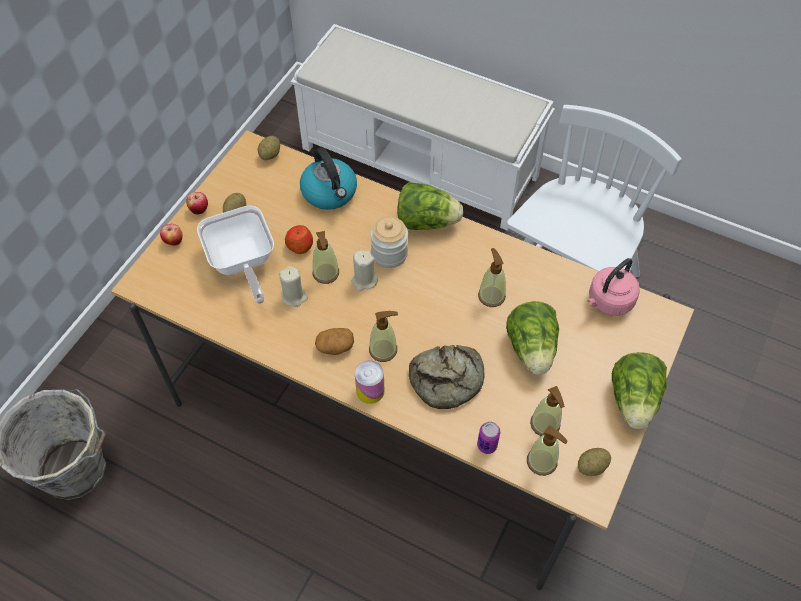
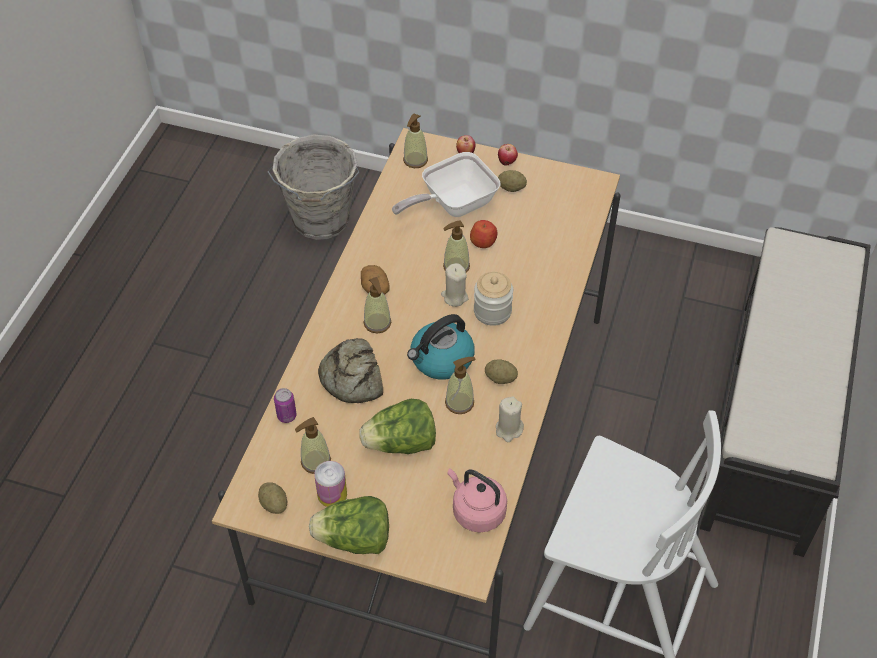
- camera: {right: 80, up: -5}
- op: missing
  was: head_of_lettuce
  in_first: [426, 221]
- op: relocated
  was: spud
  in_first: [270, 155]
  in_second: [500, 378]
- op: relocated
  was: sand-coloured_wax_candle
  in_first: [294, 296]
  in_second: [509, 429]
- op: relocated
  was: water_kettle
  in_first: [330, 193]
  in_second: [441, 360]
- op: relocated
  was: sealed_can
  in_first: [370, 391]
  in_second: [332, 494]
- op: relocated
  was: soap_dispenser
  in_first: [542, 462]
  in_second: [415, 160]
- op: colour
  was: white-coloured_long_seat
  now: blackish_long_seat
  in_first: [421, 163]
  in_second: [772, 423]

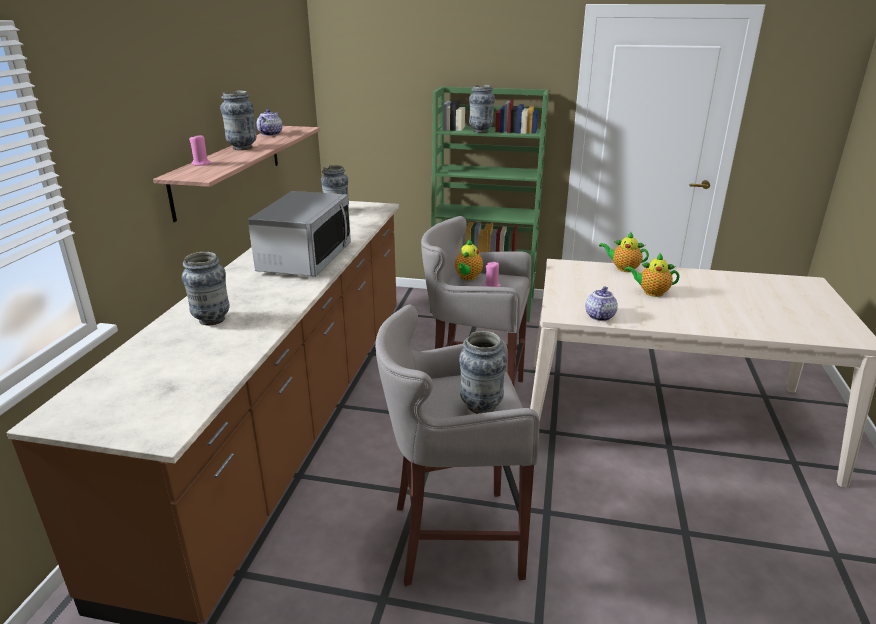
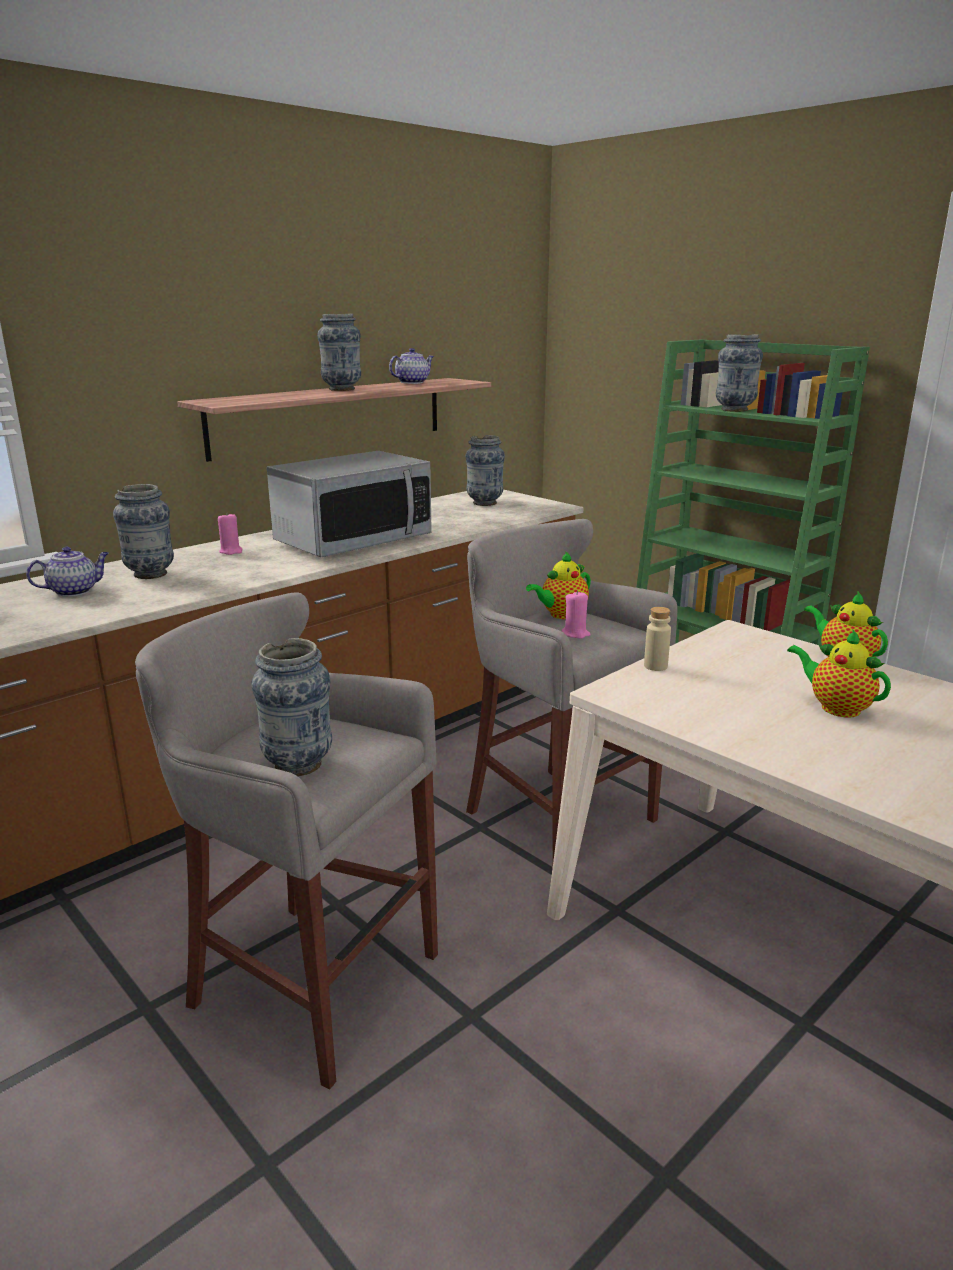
- camera: {right: 35, up: -5}
- op: appeared
  now: sand-coloured_drink_bottle
  in_second: [655, 666]
- op: relocated
  was: pinkish_wax_candle
  in_first: [201, 164]
  in_second: [231, 551]
- op: relocated
  was: pot_for_tea
  in_first: [599, 316]
  in_second: [74, 591]

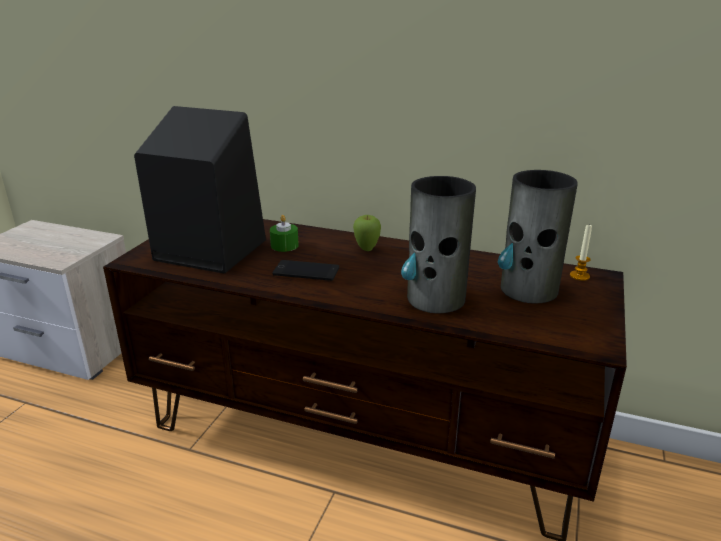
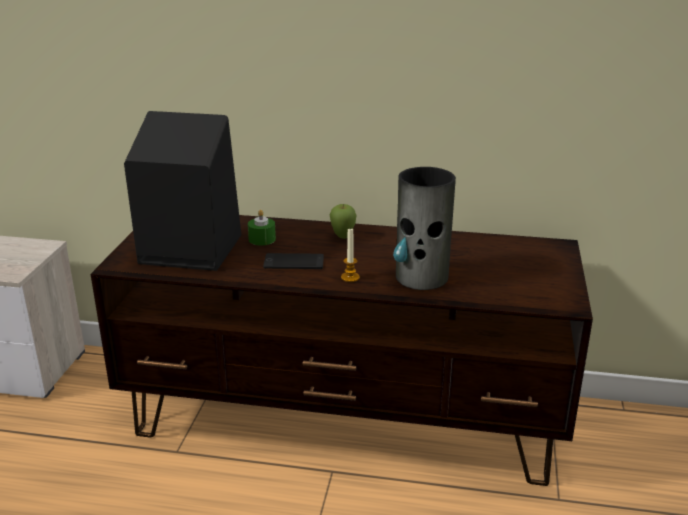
- camera: {right: -10, up: 0}
- op: missing
  was: decorative_vase
  in_first: [529, 289]
- op: relocated
  was: wax_candle
  in_first: [579, 276]
  in_second: [350, 277]

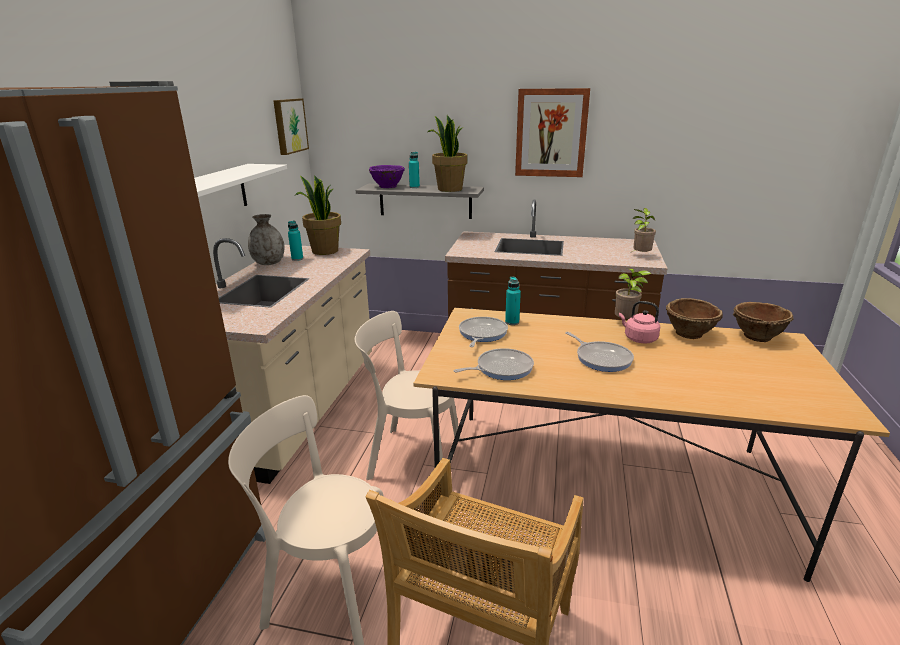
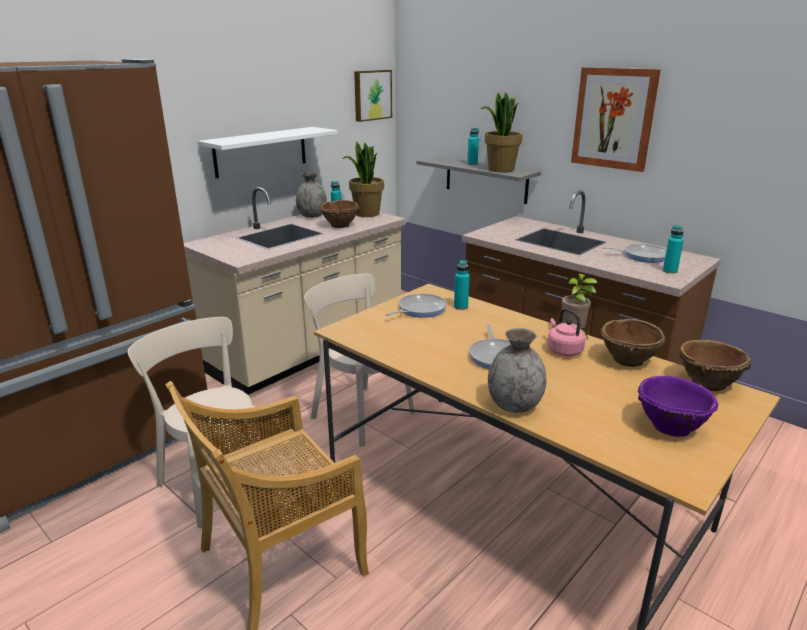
- camera: {right: 30, up: 0}
- op: appeared
  now: brown_deep_dish
  in_second: [340, 226]
- op: appeared
  now: grey_decorative_vase
  in_second: [514, 405]
- op: relocated
  was: purplish_deep_dish
  in_first: [387, 187]
  in_second: [669, 426]
- op: relocated
  was: frying_pan
  in_first: [501, 368]
  in_second: [642, 256]
- op: exchanged
  was: plant_in_a_pot
  now: turquoise-coloured_drink_bottle
  in_first: [640, 256]
  in_second: [669, 271]

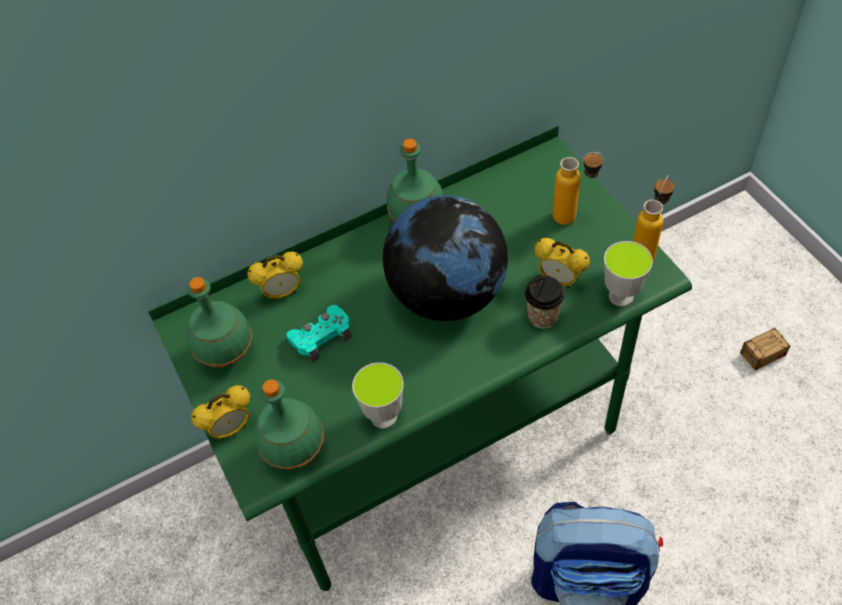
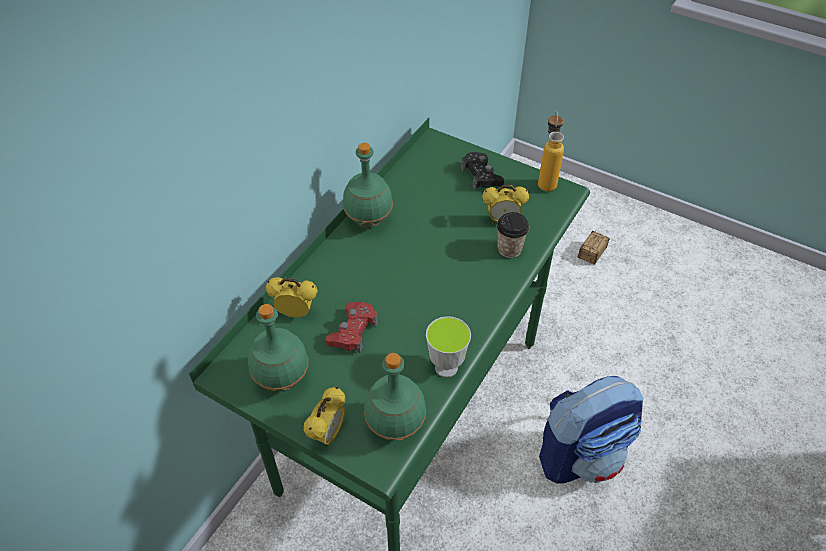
- camera: {right: -35, up: -5}
- op: missing
  was: globe
  in_first: [447, 294]
- op: missing
  was: cup
  in_first: [621, 296]
- op: exchanged
  was: drink_bottle
  now: blackish_joypad
  in_first: [574, 217]
  in_second: [481, 176]
- op: colour
  was: turquoise-coloured_joypad
  now: red_joypad
  in_first: [321, 336]
  in_second: [353, 331]
- op: spun
  was: bedside_clock
  in_first: [282, 293]
  in_second: [296, 313]
  clockwise: -120

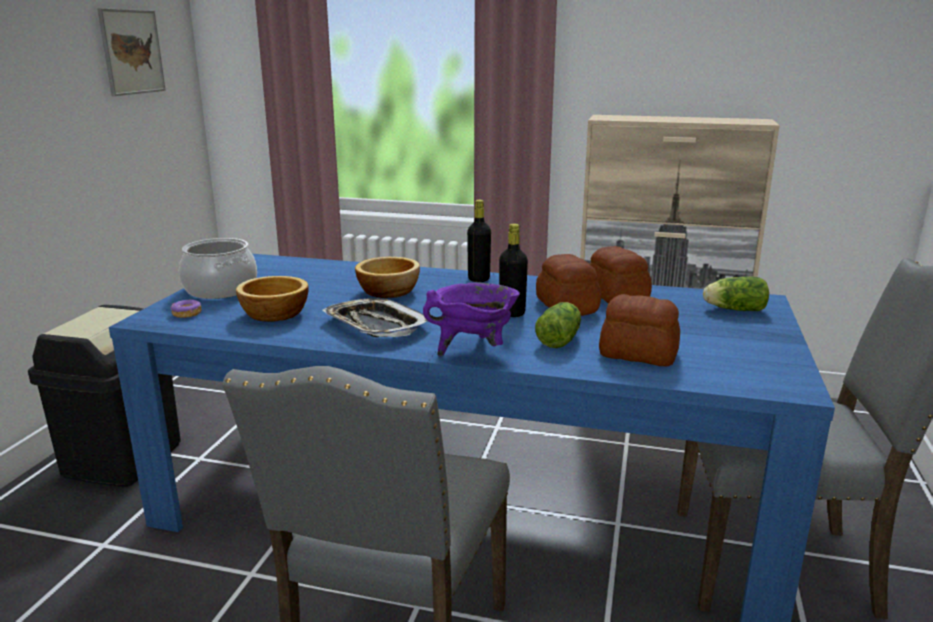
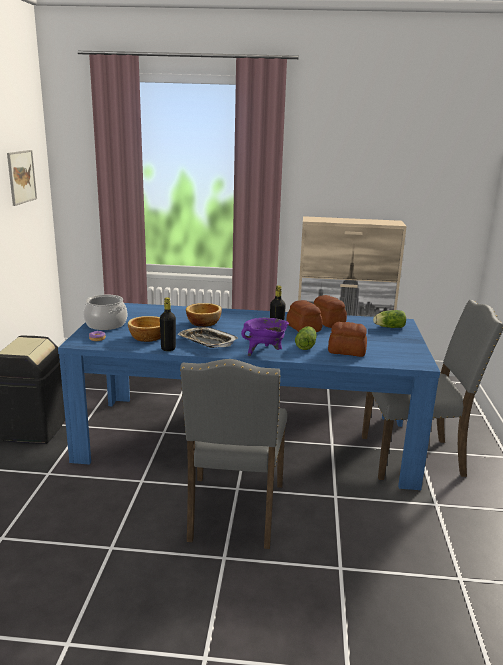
- camera: {right: -10, up: 0}
- op: relocated
  was: blackish_drink_bottle
  in_first: [478, 279]
  in_second: [168, 348]

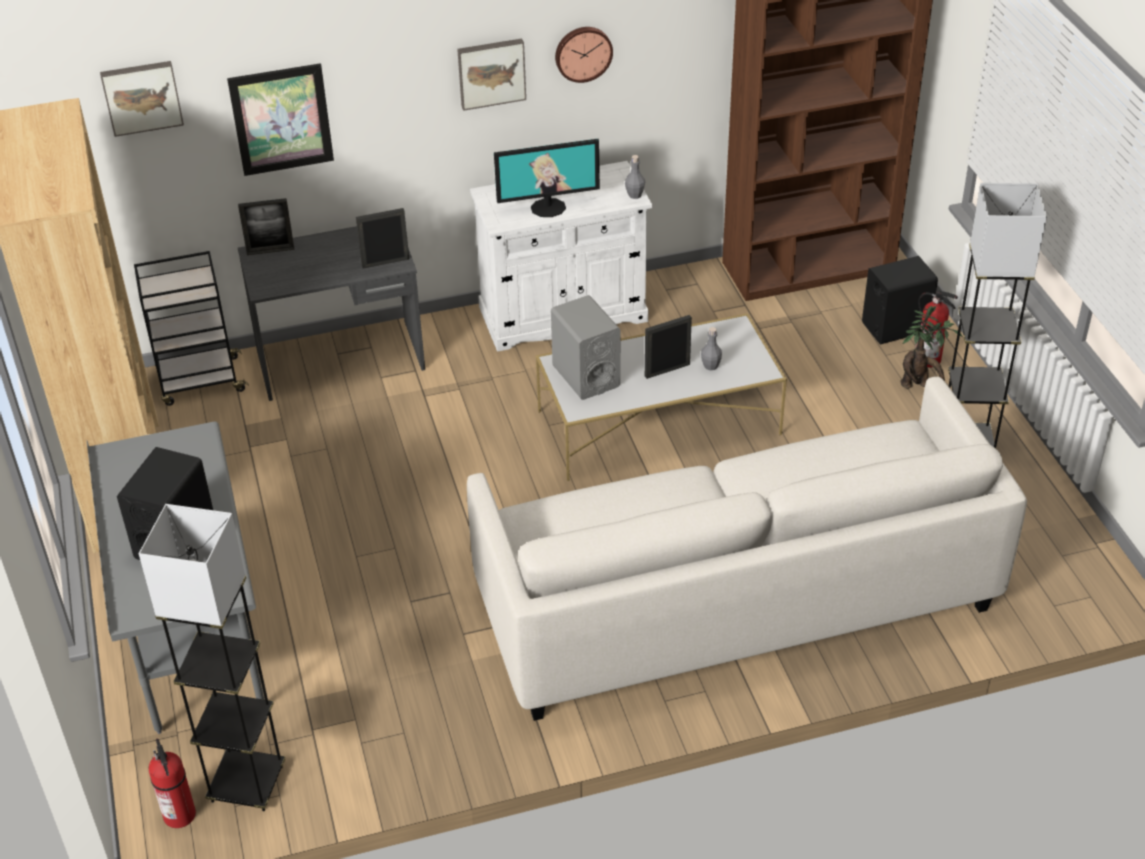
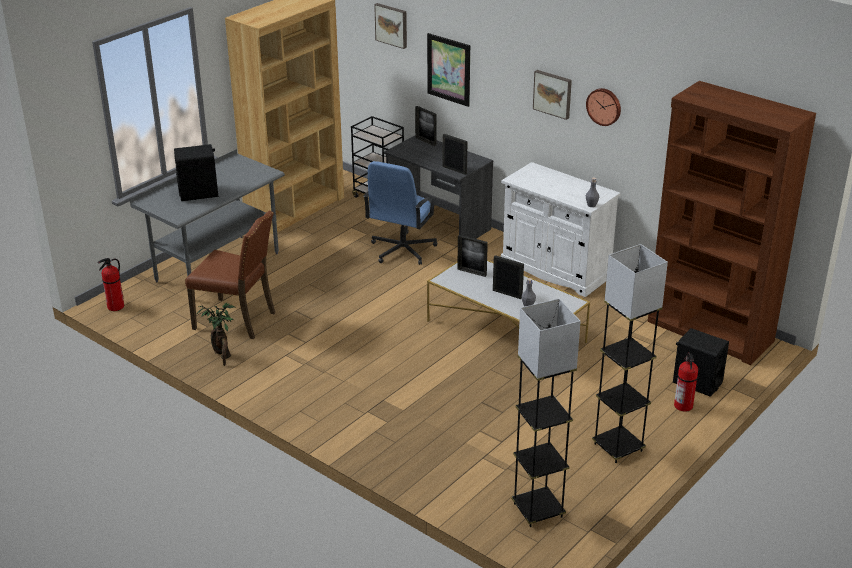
- camera: {right: 55, up: -10}
- op: missing
  was: white-coloured_settee
  in_first: [736, 599]
- op: missing
  was: computer_display
  in_first: [548, 207]
- op: appeared
  now: brown_upright_chair
  in_second: [237, 320]
- op: appeared
  now: blue_desk_chair
  in_second: [402, 250]
- op: relocated
  was: grey_floor_lamp
  in_first: [247, 784]
  in_second: [538, 510]
- op: relocated
  was: plant_in_a_pot
  in_first: [919, 385]
  in_second: [222, 356]
- op: exchanged
  was: grey_audio_speaker
  now: picture_frame
  in_first: [585, 376]
  in_second: [472, 272]

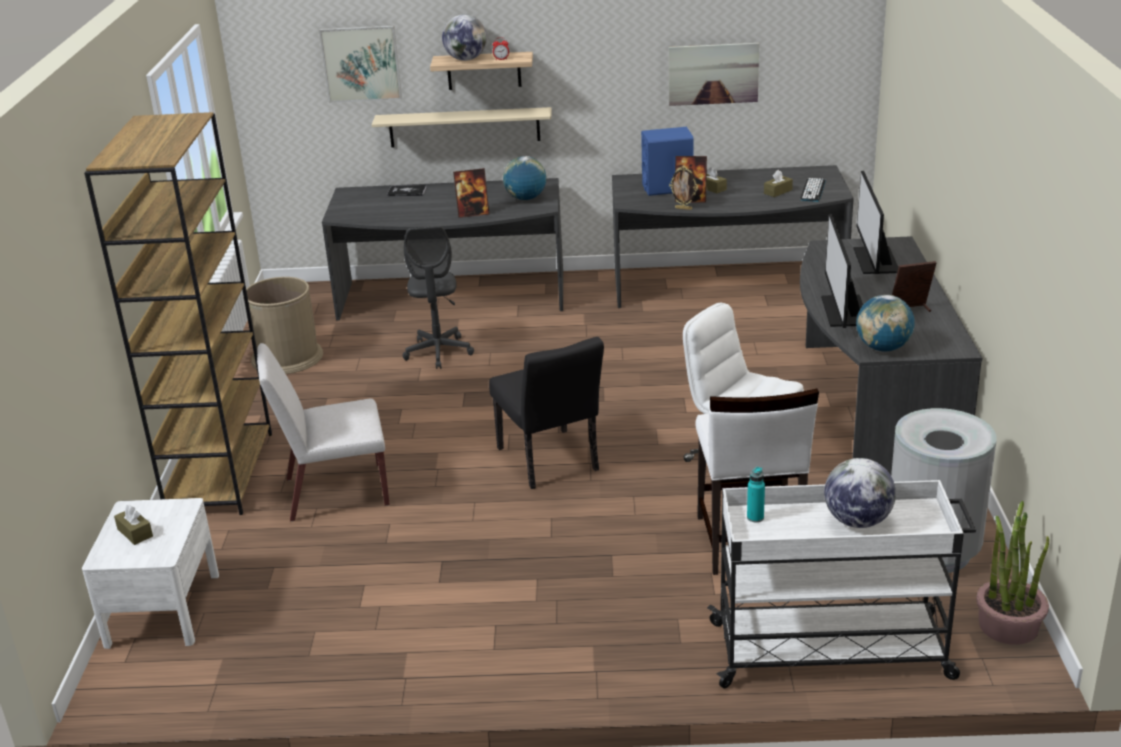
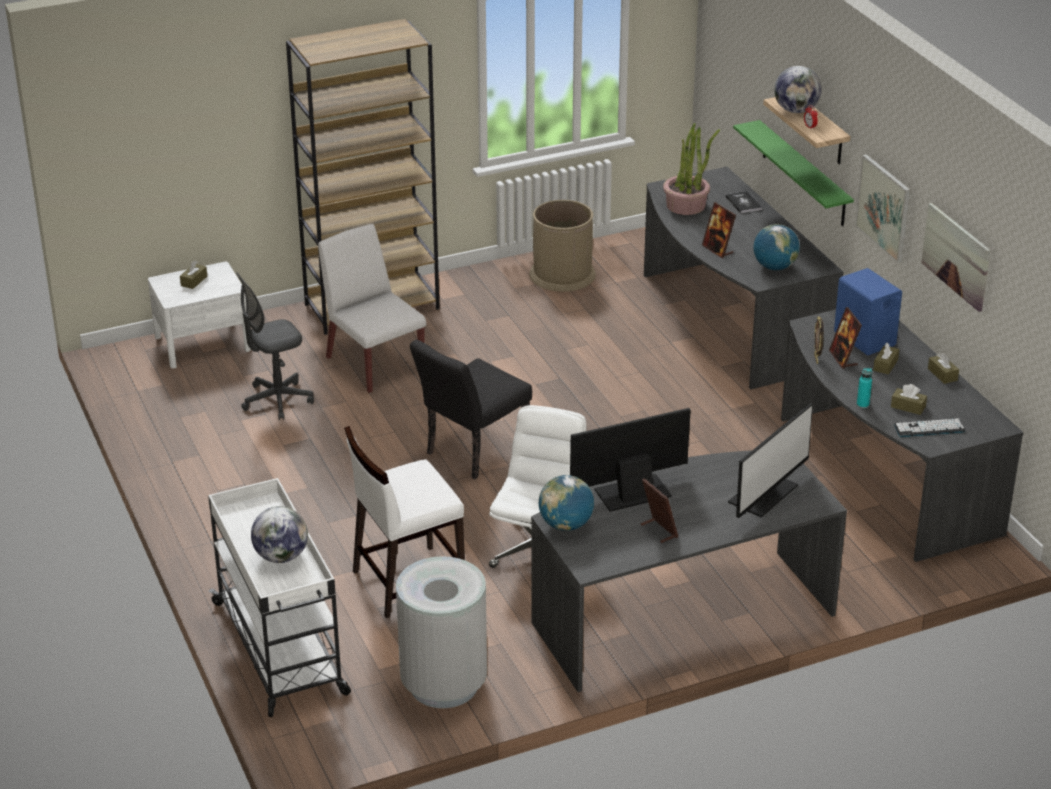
- camera: {right: 65, up: 5}
- op: appeared
  now: brown_tissue_holder
  in_second: [942, 374]
- op: relocated
  was: wall_picture
  in_first: [361, 63]
  in_second: [884, 207]
- op: relocated
  was: grey_desk_chair
  in_first: [438, 352]
  in_second: [277, 400]
- op: relocated
  was: turquoise-coloured_drink_bottle
  in_first: [755, 517]
  in_second: [862, 404]
- op: relocated
  was: plant_in_a_pot
  in_first: [1008, 625]
  in_second: [686, 205]
- op: colour
  was: sand-coloured_bracket_shelf
  now: greenish_bracket_shelf
  in_first: [464, 127]
  in_second: [803, 174]
- op: spun
  was: computer_display
  in_first: [874, 260]
  in_second: [764, 494]
  clockwise: 150

